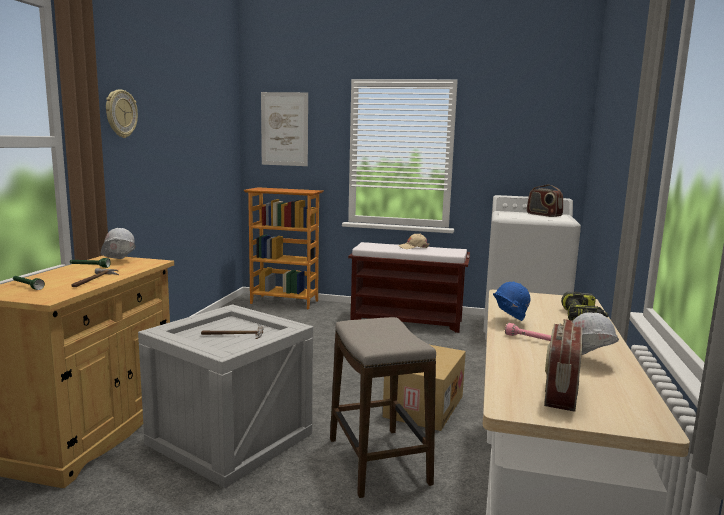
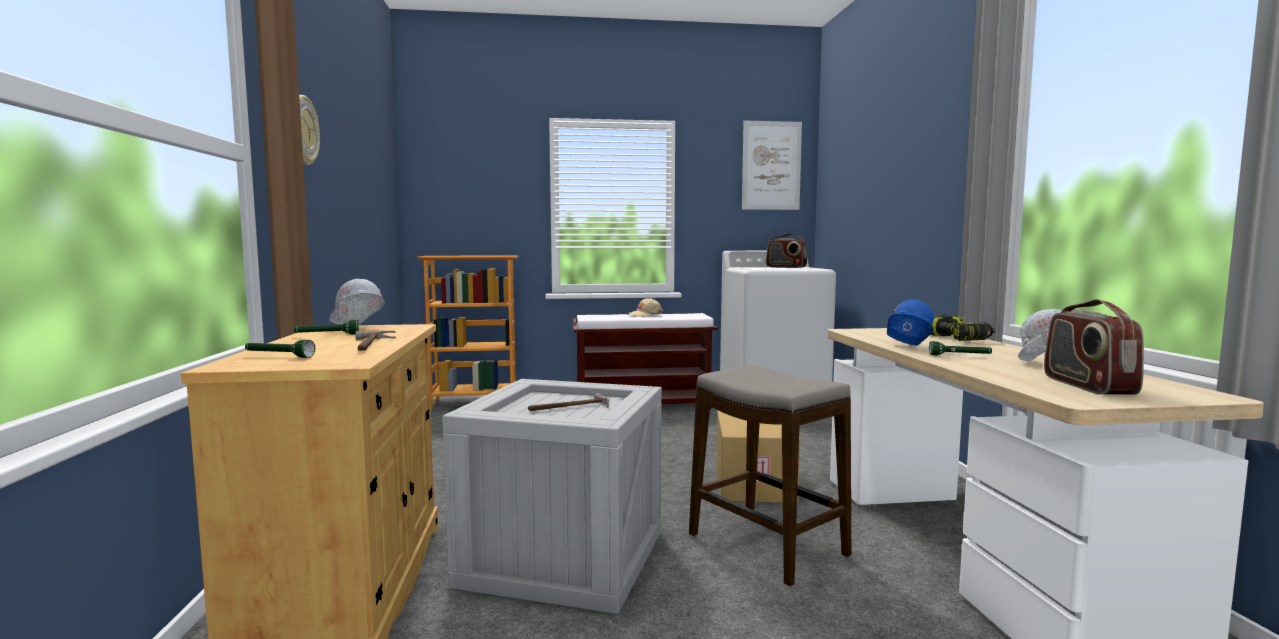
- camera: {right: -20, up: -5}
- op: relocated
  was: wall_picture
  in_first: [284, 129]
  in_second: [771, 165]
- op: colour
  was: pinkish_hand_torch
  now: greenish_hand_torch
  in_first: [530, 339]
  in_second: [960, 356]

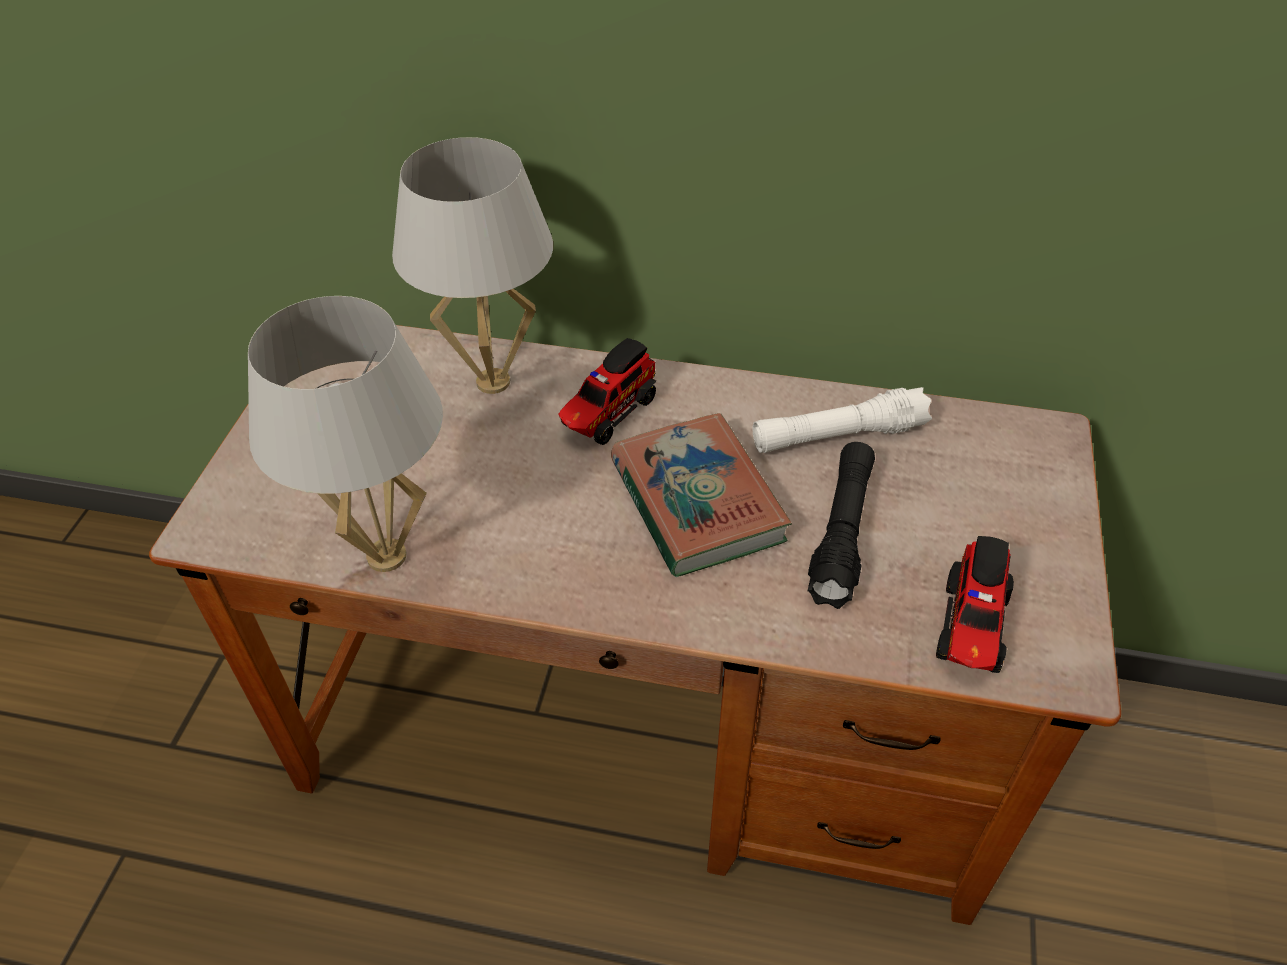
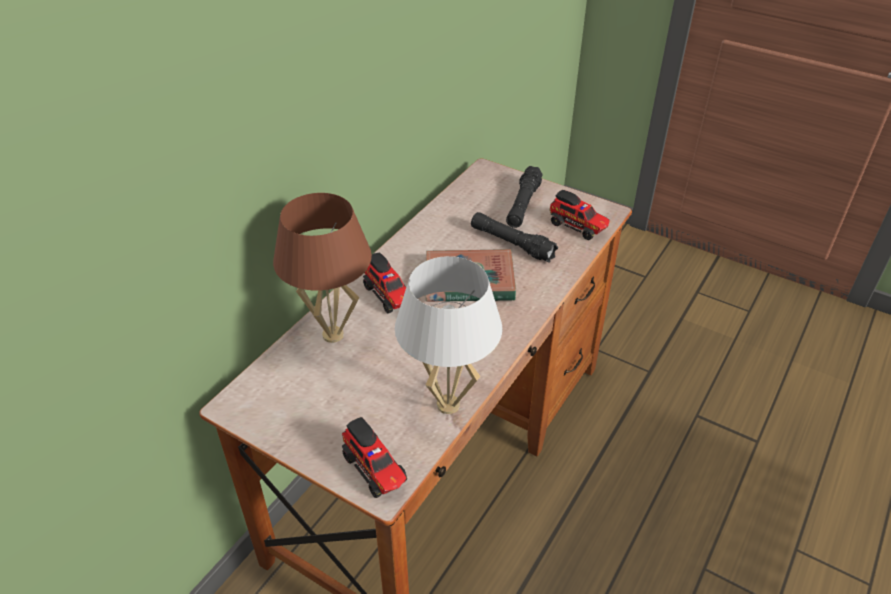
- camera: {right: -70, up: -5}
- op: missing
  was: white-coloured_hand_torch
  in_first: [838, 436]
- op: appeared
  now: model_truck
  in_second: [375, 470]
- op: appeared
  now: blackish_hand_torch
  in_second: [523, 204]
- op: colour
  was: white-coloured_tabletop_lamp
  now: brown_tabletop_lamp
  in_first: [494, 382]
  in_second: [333, 334]

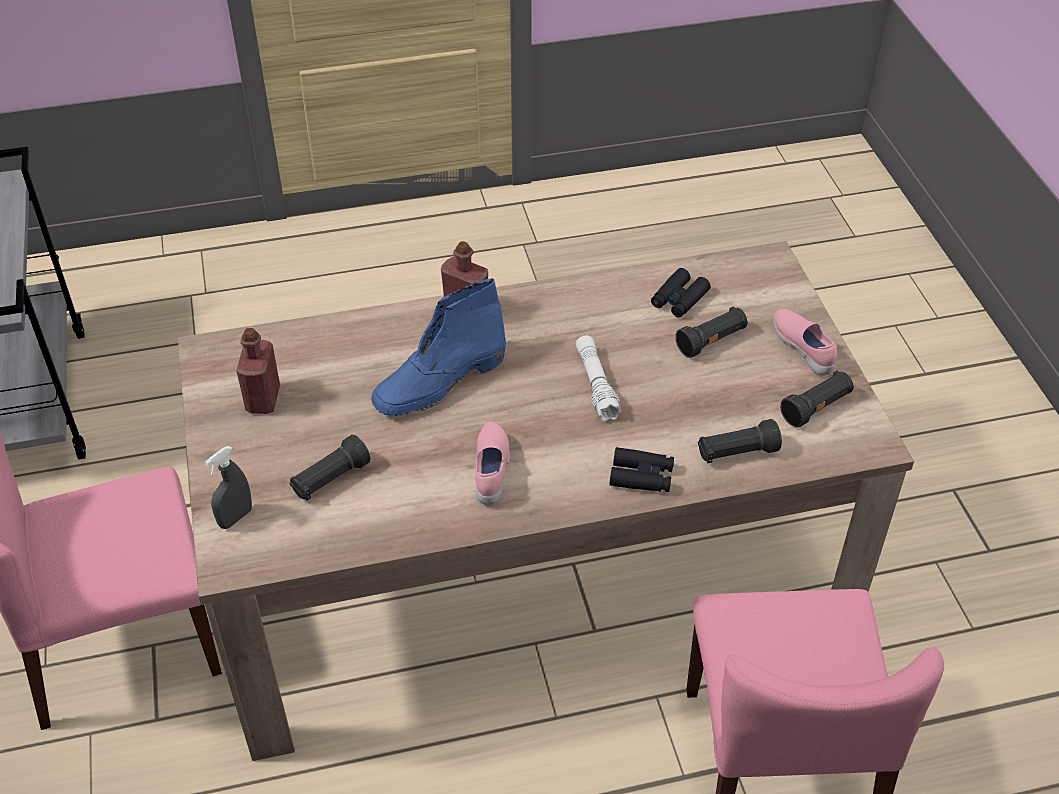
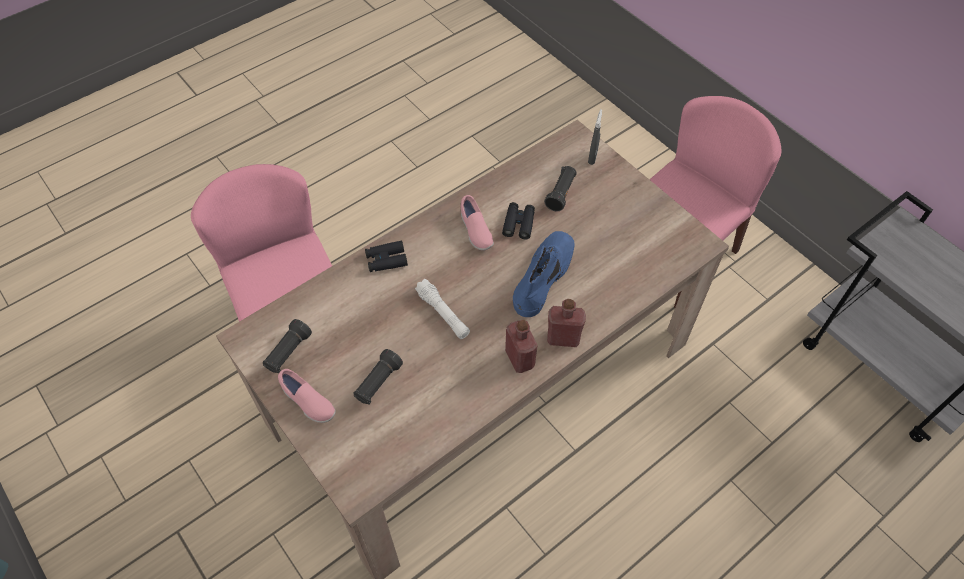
- camera: {right: 155, up: 10}
- op: missing
  was: blackish_hand_torch
  in_first: [736, 453]
- op: relocated
  was: red_drink_bottle
  in_first: [263, 399]
  in_second: [519, 358]
- op: relocated
  was: blackish_pair_of_binoculars
  in_first: [679, 299]
  in_second: [518, 223]

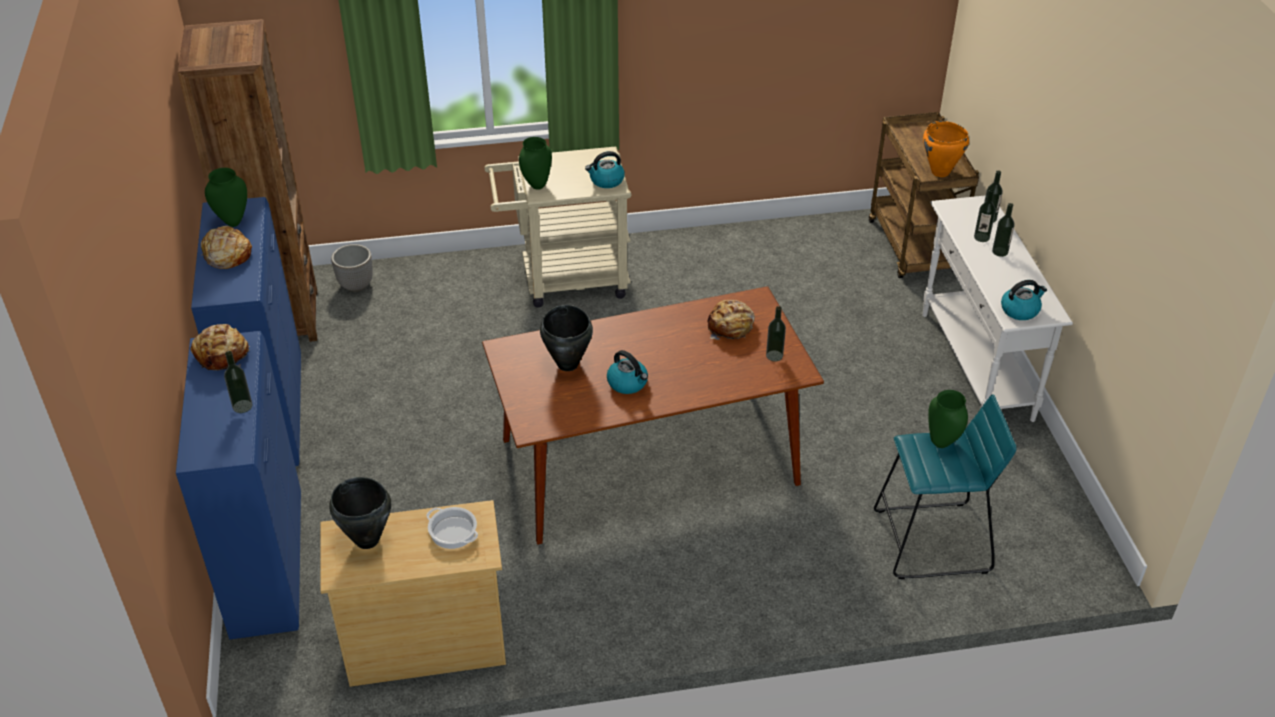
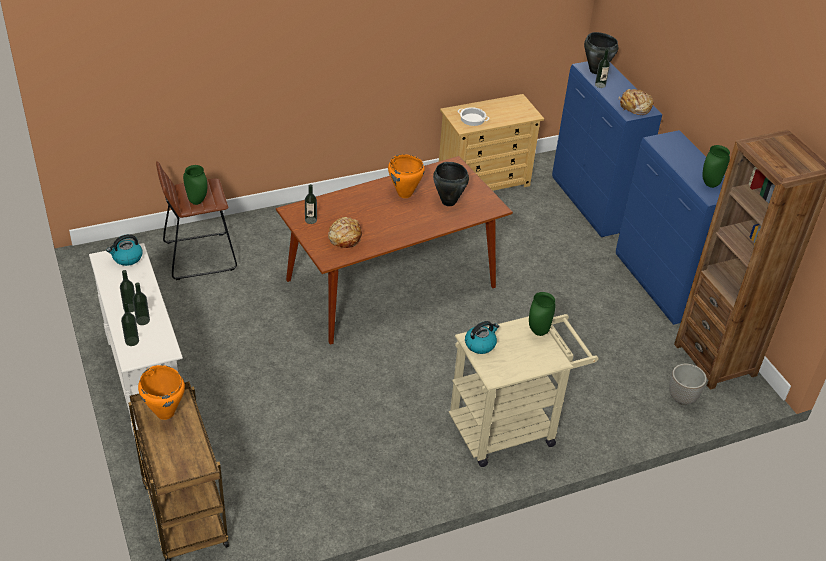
- camera: {right: 165, up: 0}
- op: missing
  was: baked_bread
  in_first: [227, 255]
- op: relocated
  was: blackish_saucepot
  in_first: [367, 540]
  in_second: [596, 70]
- op: exchanged
  was: water_kettle
  now: orangey_saucepot
  in_first: [628, 383]
  in_second: [405, 194]
- op: colour
  was: turquoise-coloured_stool
  now: brown_stool
  in_first: [932, 541]
  in_second: [199, 255]

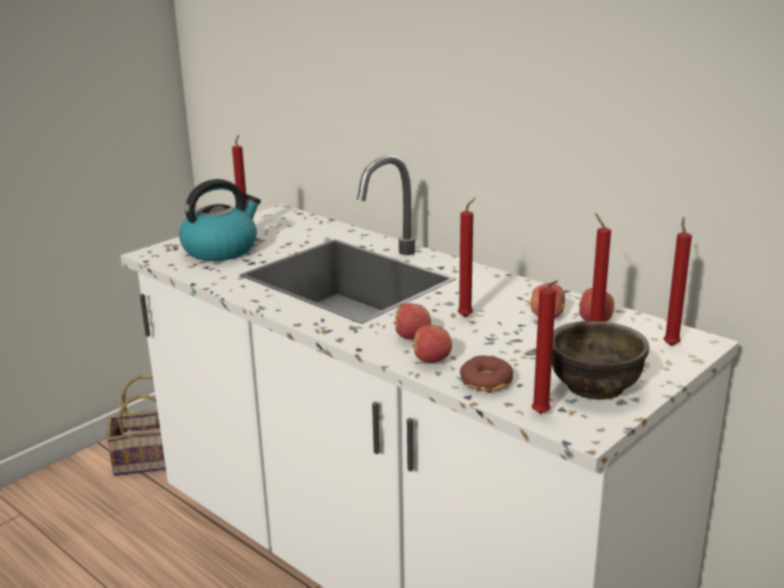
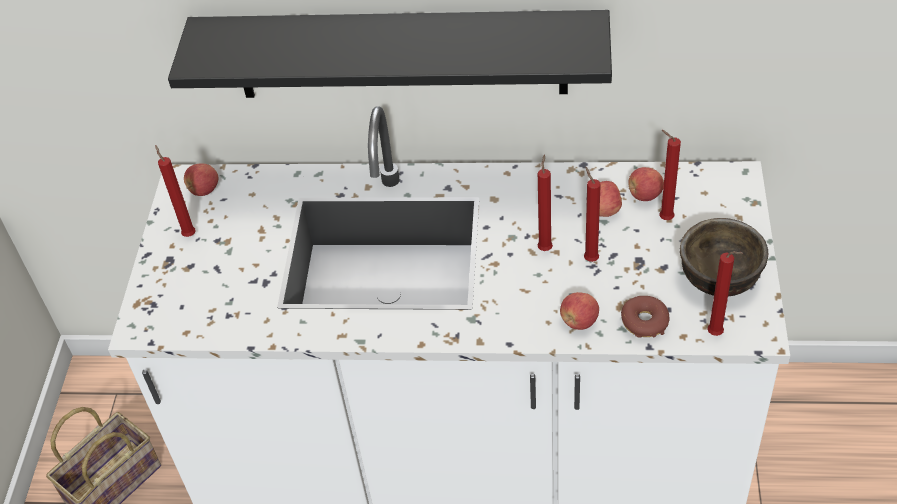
- camera: {right: -35, up: 25}
- op: missing
  was: water_kettle
  in_first: [221, 249]
- op: appeared
  now: blackish_bracket_shelf
  in_second: [400, 54]
- op: relocated
  was: apple_fruit
  in_first: [412, 337]
  in_second: [204, 190]
- op: relocated
  was: red_wax_candle
  in_first: [670, 344]
  in_second: [589, 258]

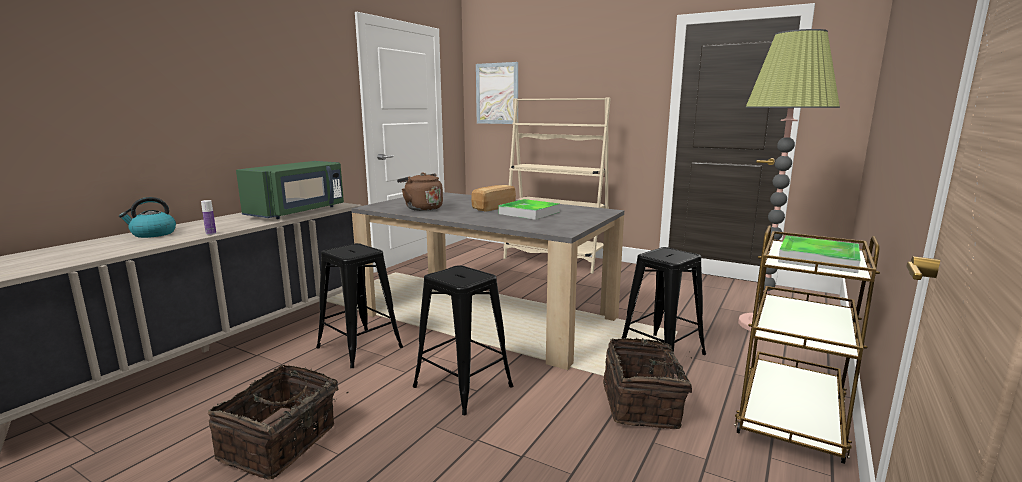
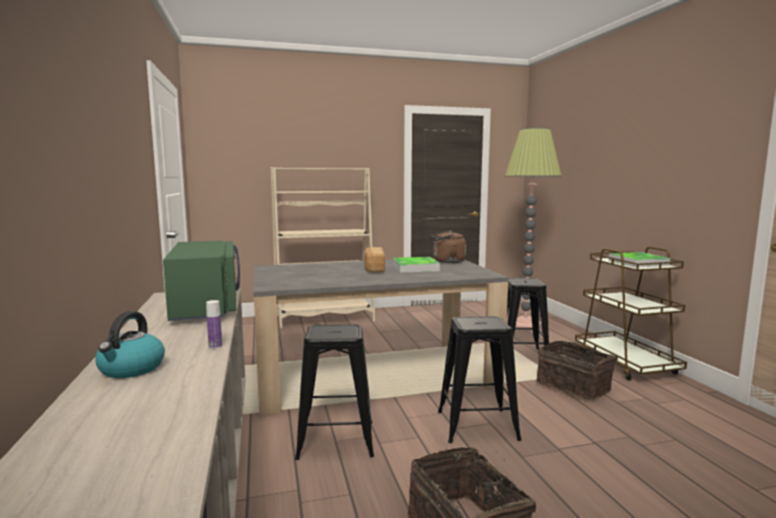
- camera: {right: -45, up: -5}
- op: missing
  was: wall_picture
  in_first: [497, 93]
- op: relocated
  was: brown_water_kettle
  in_first: [422, 208]
  in_second: [447, 261]

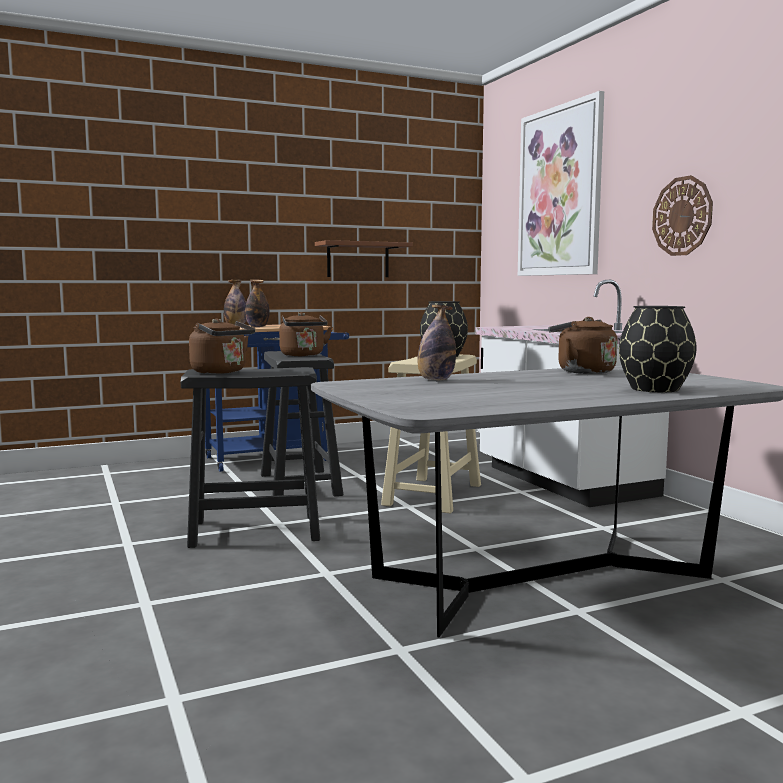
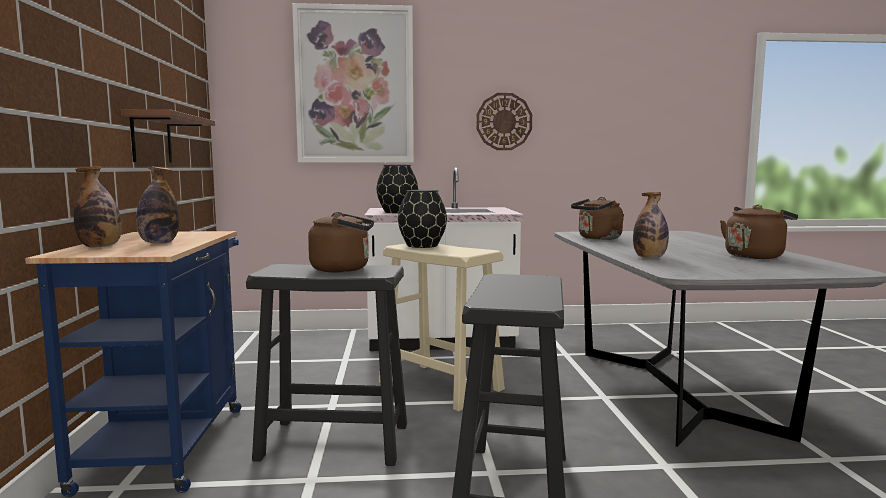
- camera: {right: -70, up: 0}
- op: relocated
  was: brown_water_kettle
  in_first: [221, 372]
  in_second: [755, 256]
- op: relocated
  was: blackish_decorative_vase
  in_first: [654, 389]
  in_second: [397, 212]

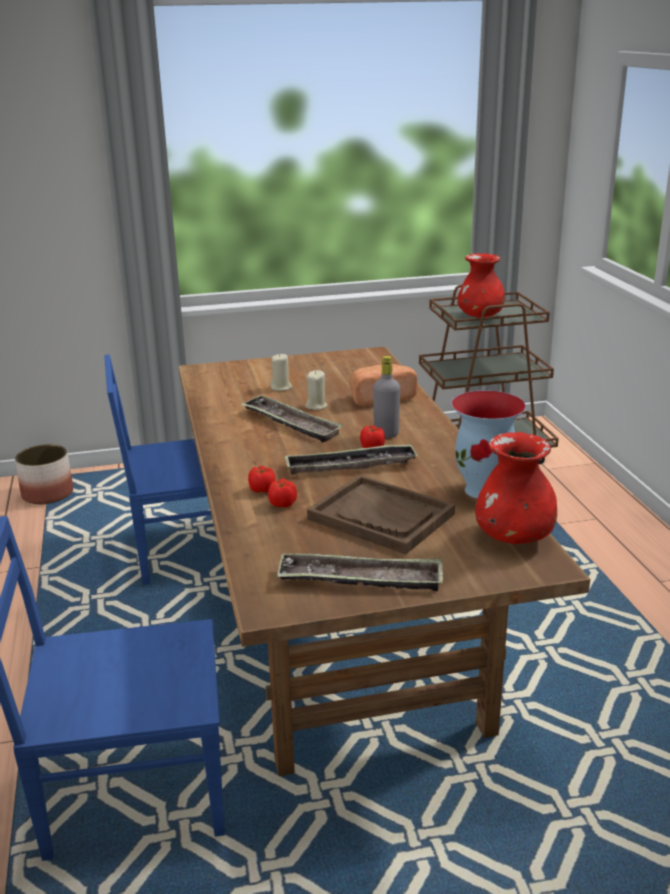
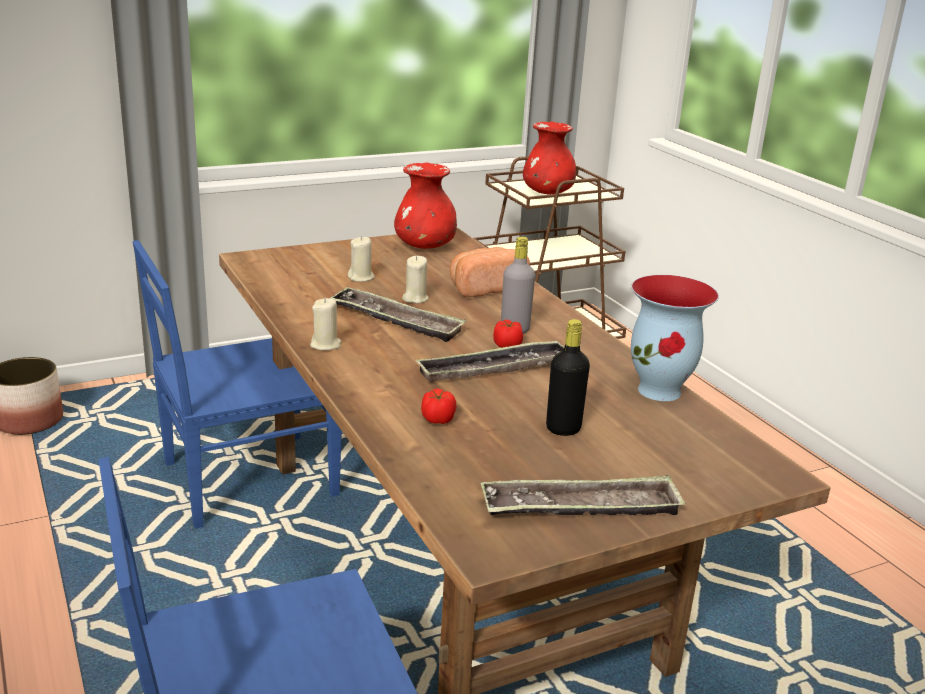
- camera: {right: -15, up: 0}
- op: missing
  was: tomato
  in_first: [262, 489]
- op: appeared
  now: sand-coloured_wax_candle
  in_second: [326, 345]
- op: relocated
  was: red_decorative_vase
  in_first: [513, 537]
  in_second: [424, 247]
- op: exchanged
  was: brown_carrying_tray
  now: blackish_drink_bottle
  in_first: [381, 517]
  in_second: [563, 429]

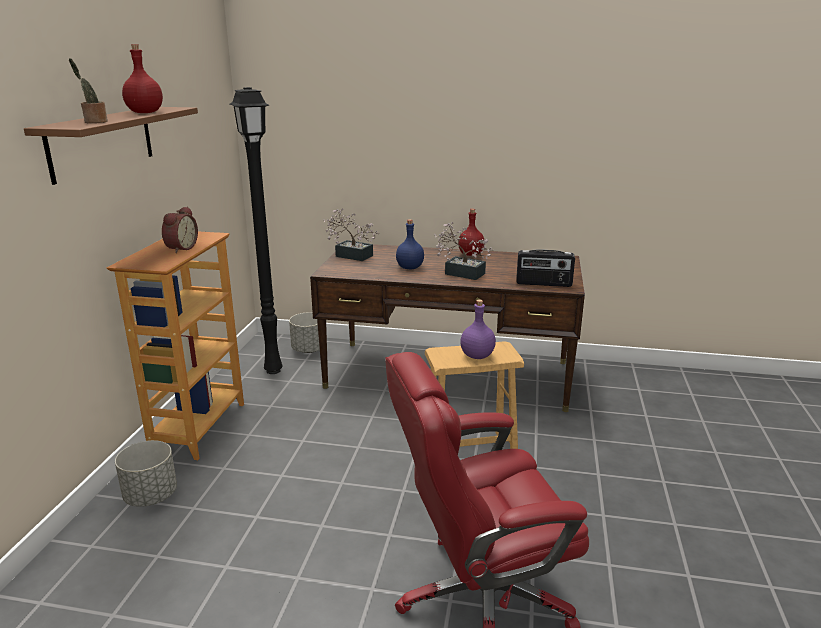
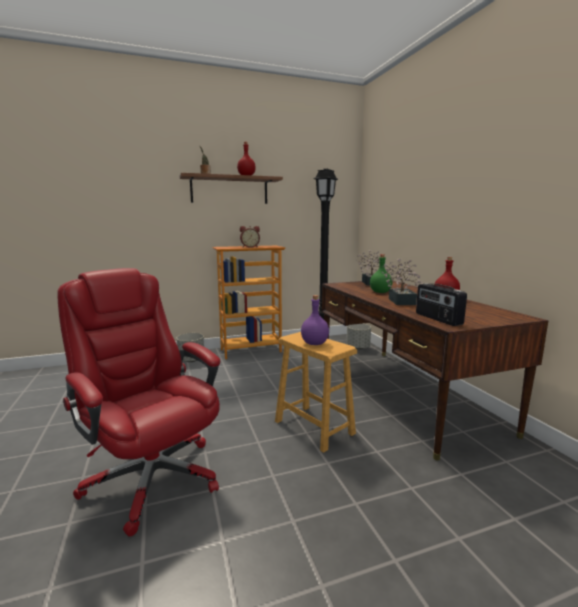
- camera: {right: 60, up: -10}
- op: colour
  was: blue_drink_bottle
  now: greenish_drink_bottle
  in_first: [409, 267]
  in_second: [380, 292]

